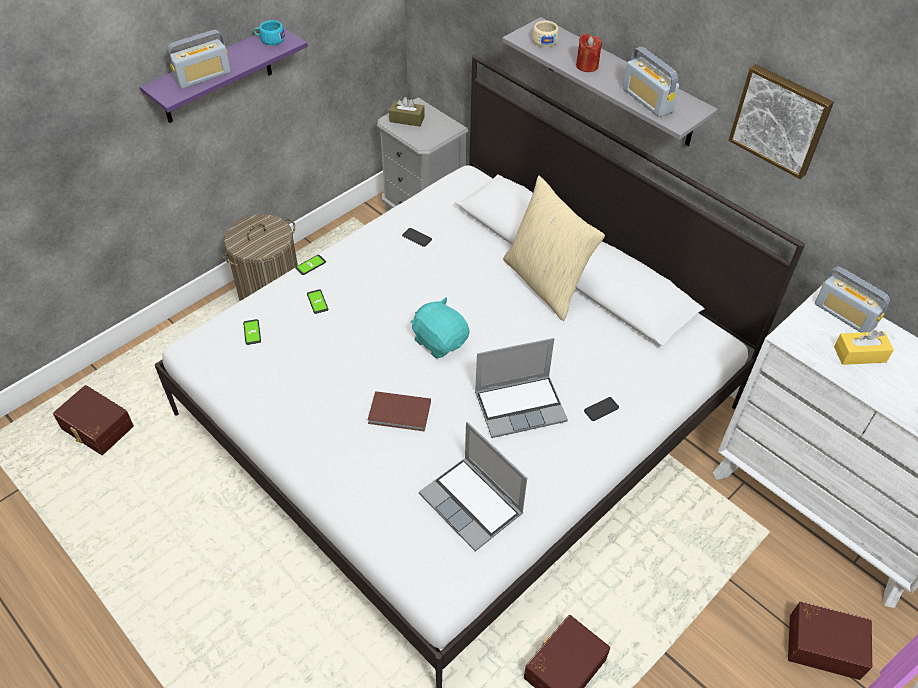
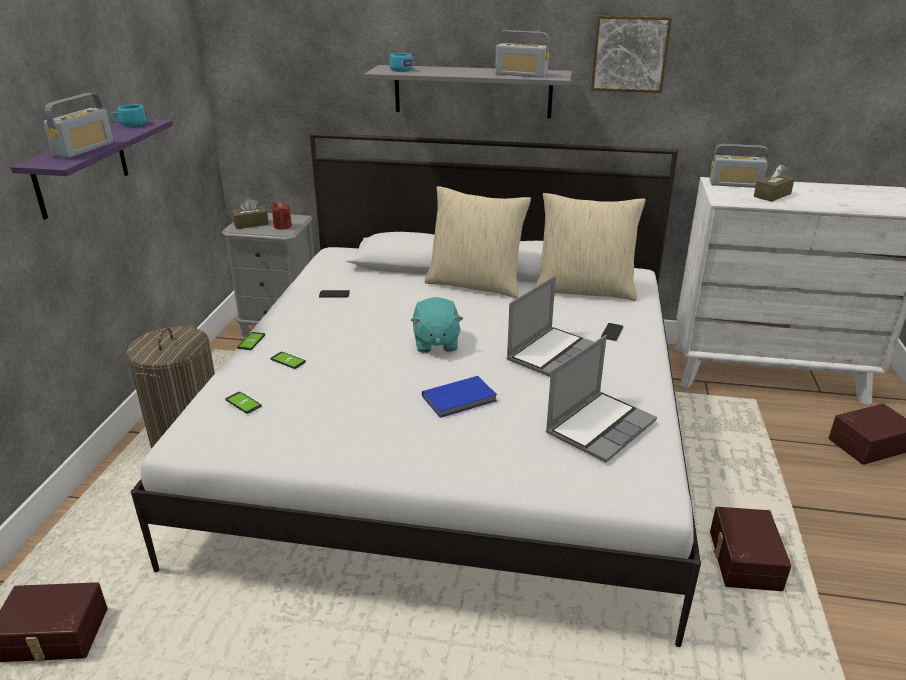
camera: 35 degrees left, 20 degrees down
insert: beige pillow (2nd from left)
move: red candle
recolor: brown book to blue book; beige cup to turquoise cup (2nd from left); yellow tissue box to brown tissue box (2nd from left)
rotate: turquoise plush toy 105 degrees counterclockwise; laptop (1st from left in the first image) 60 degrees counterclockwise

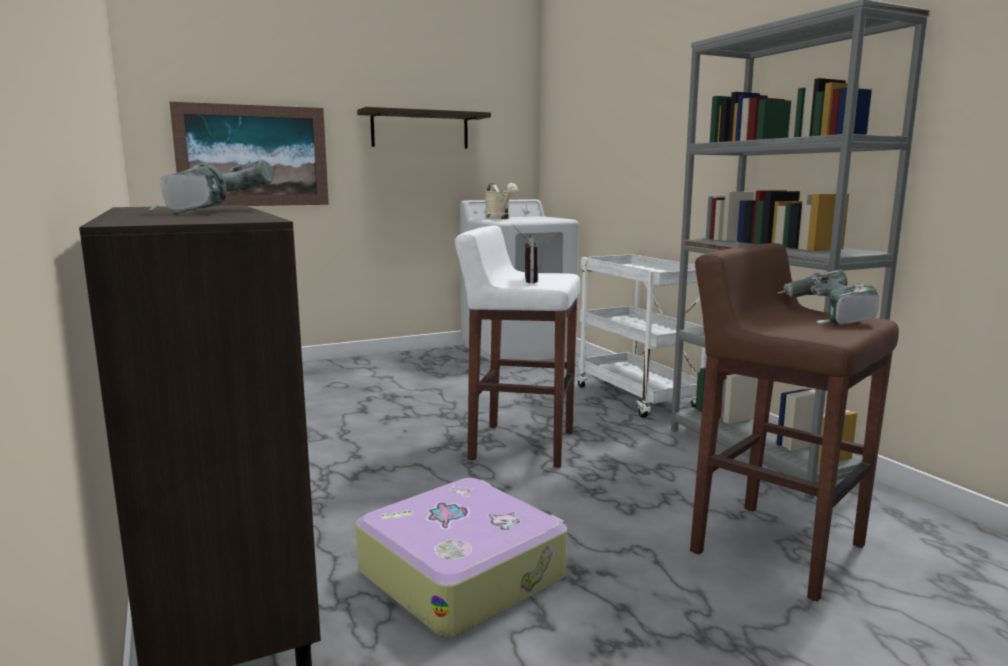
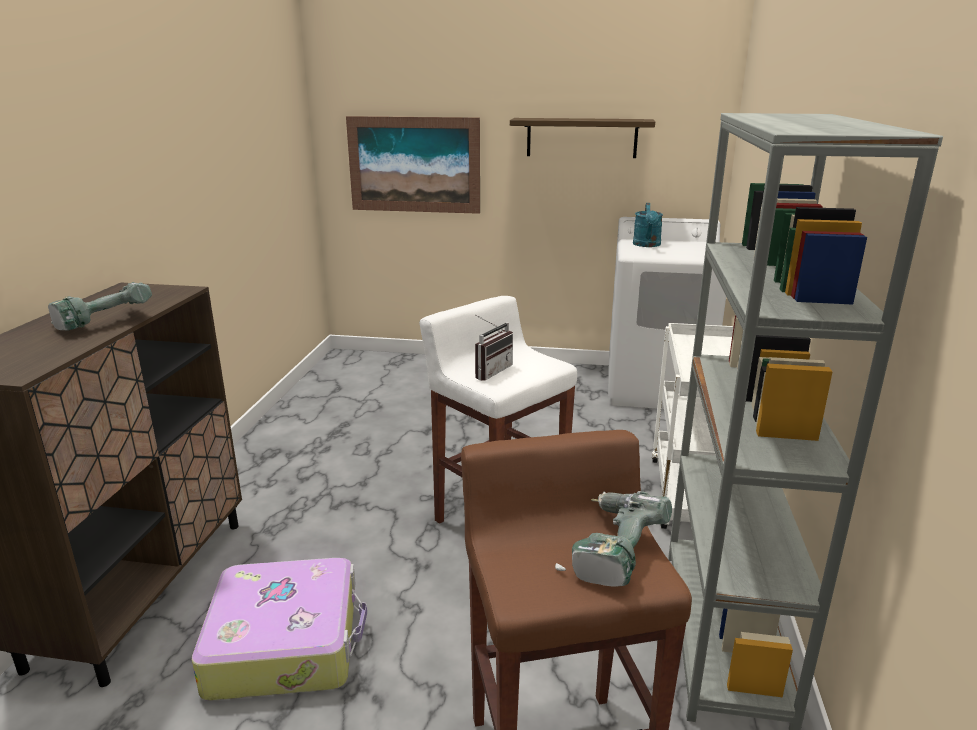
camera: 35 degrees right, 10 degrees up
recolor: beige watering can to turquoise watering can

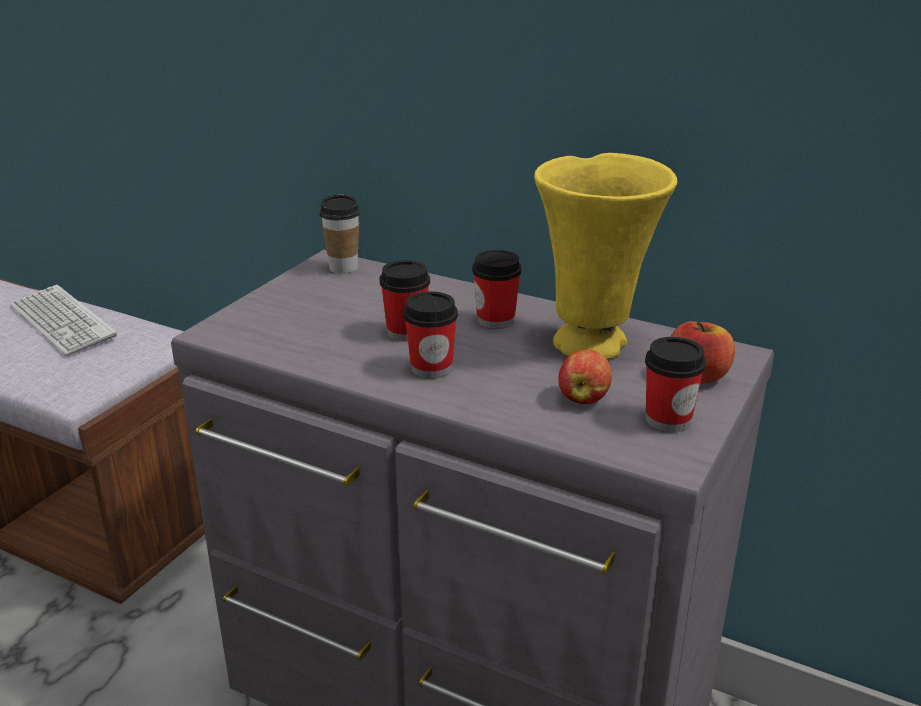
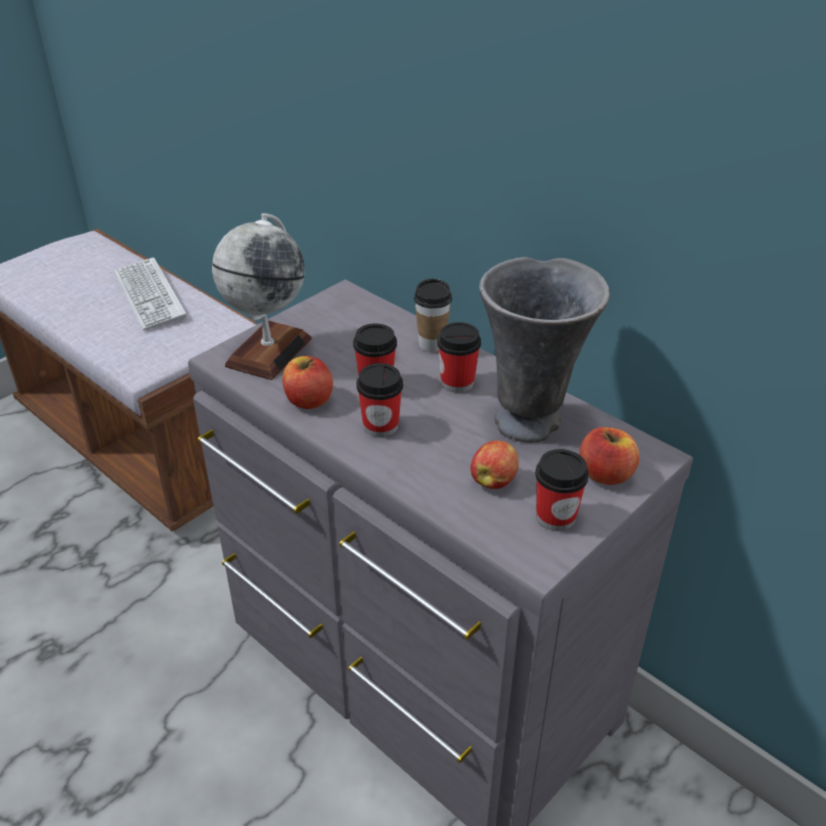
camera: 15 degrees right, 10 degrees up
insert: globe; apple (1st from left)
move: cup (1st from left in the first image) to cup (3rd from left)
recolor: yellow vase to grey vase

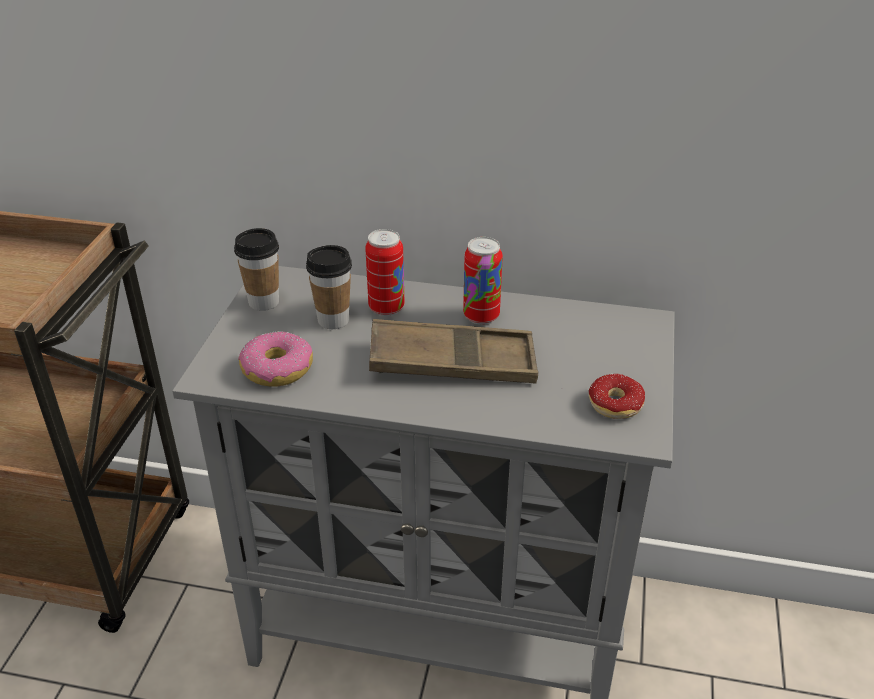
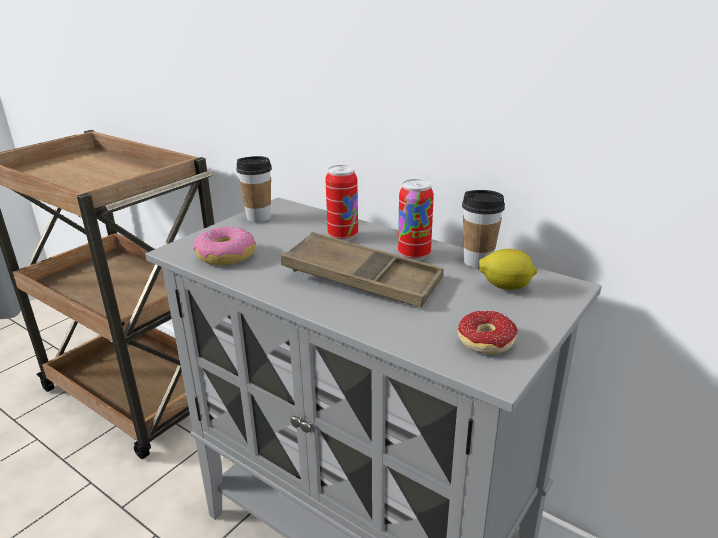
camera: 25 degrees right, 10 degrees down
insert: lemon
move: cup (2nd from left)

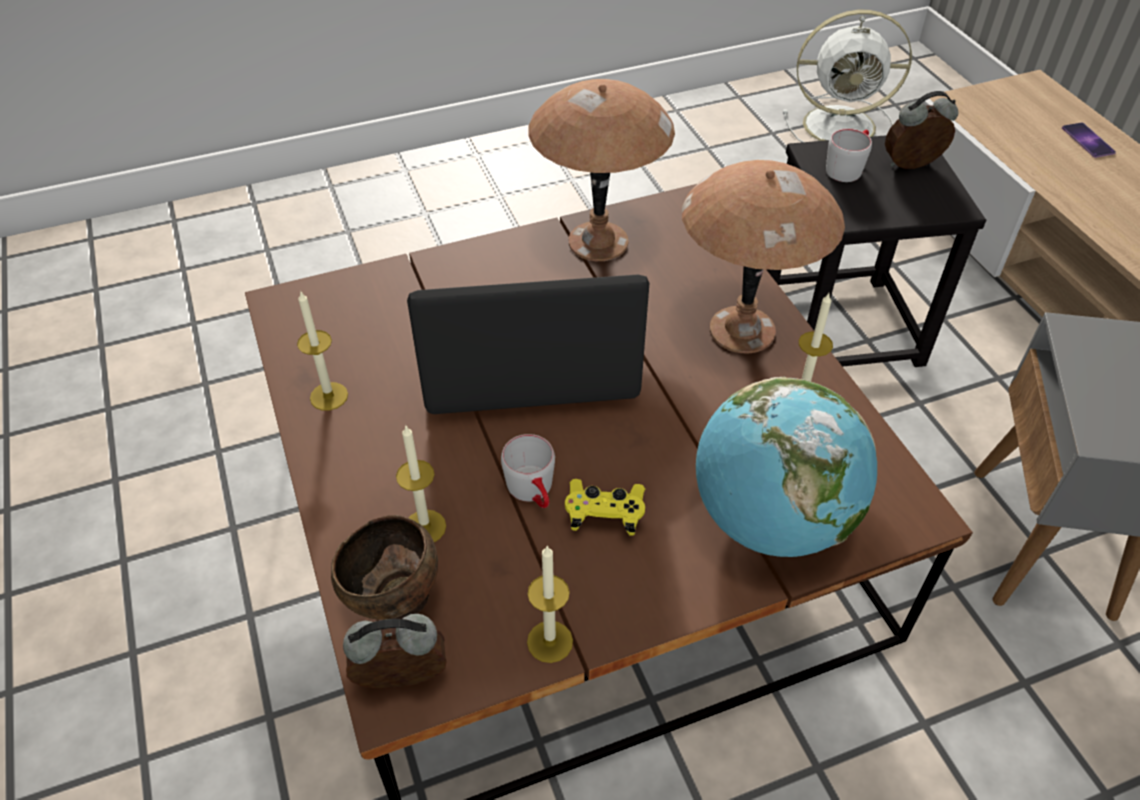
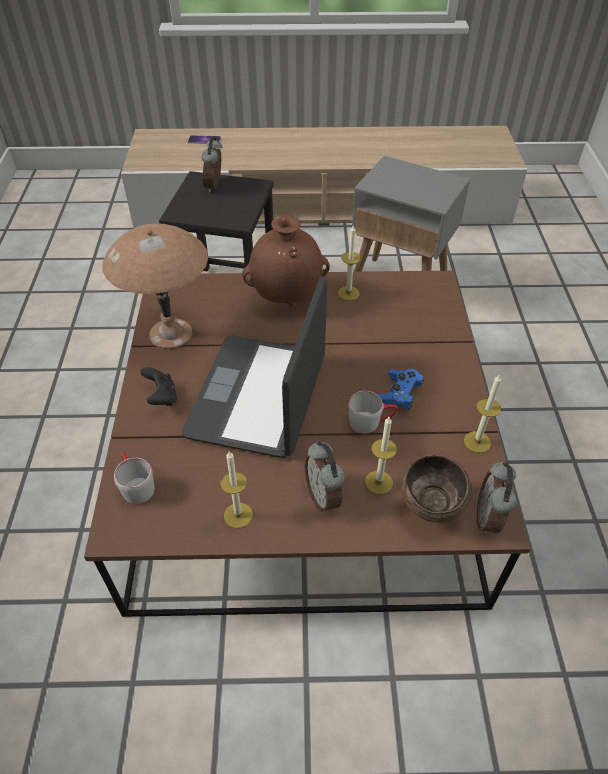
camera: 70 degrees left, 0 degrees up
delete: globe; white fan
insert: black game controller; alarm clock (2nd from left)
move: grey mug (2nd from left in the first image) to grey mug (1st from left)
replace: brown table lamp (2nd from left) to brown vase
recolor: yellow game controller to blue game controller

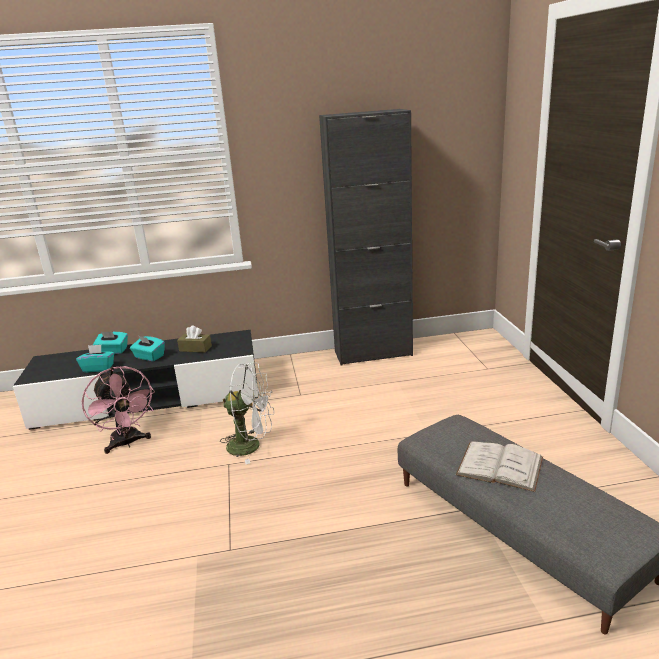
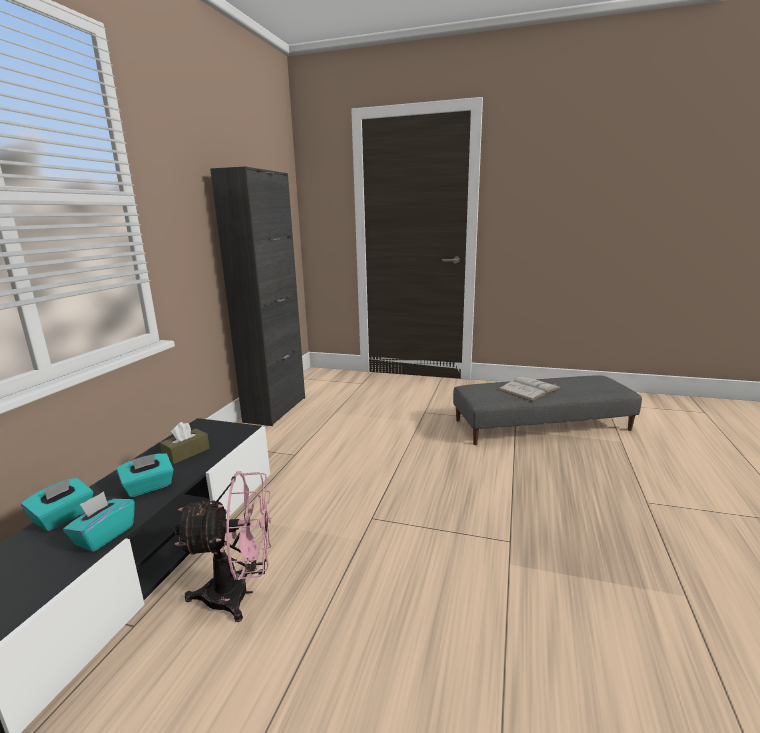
camera: 65 degrees left, 5 degrees down
delete: white fan

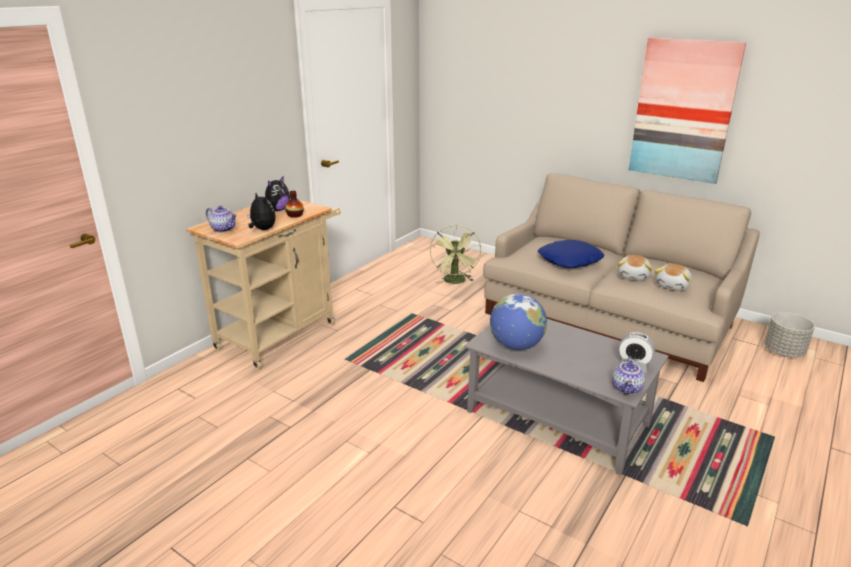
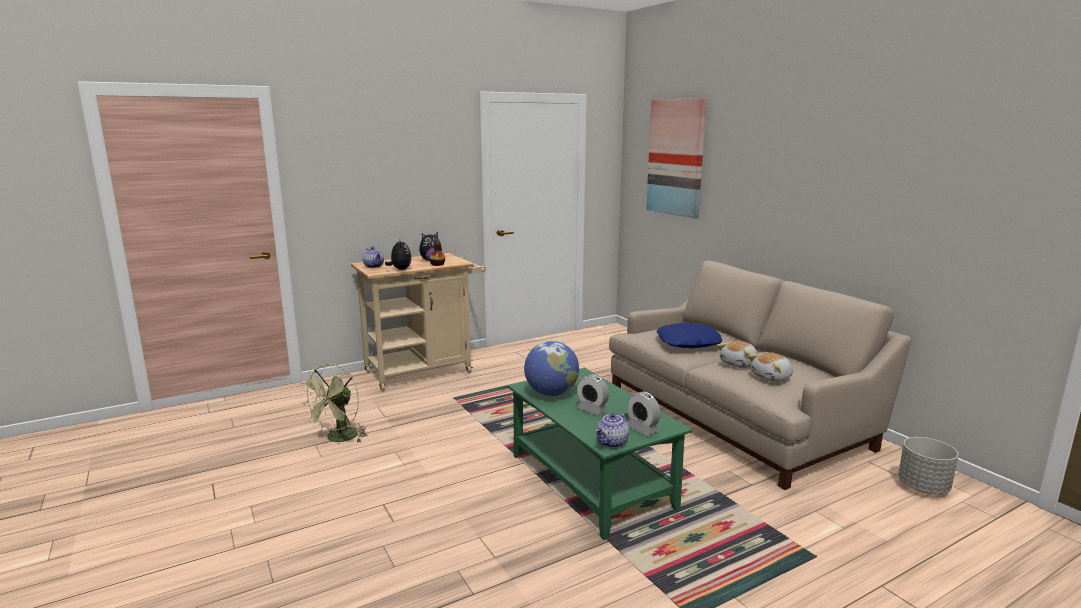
camera: 25 degrees right, 10 degrees down
insert: alarm clock (1st from left)
move: green fan; picture
recolor: grey coffee table to green coffee table

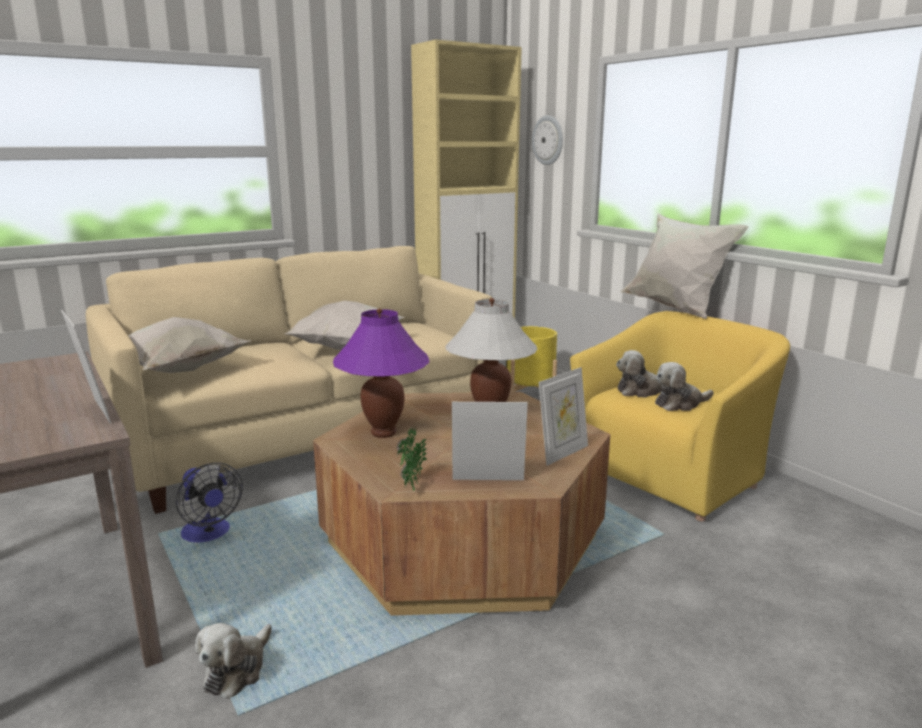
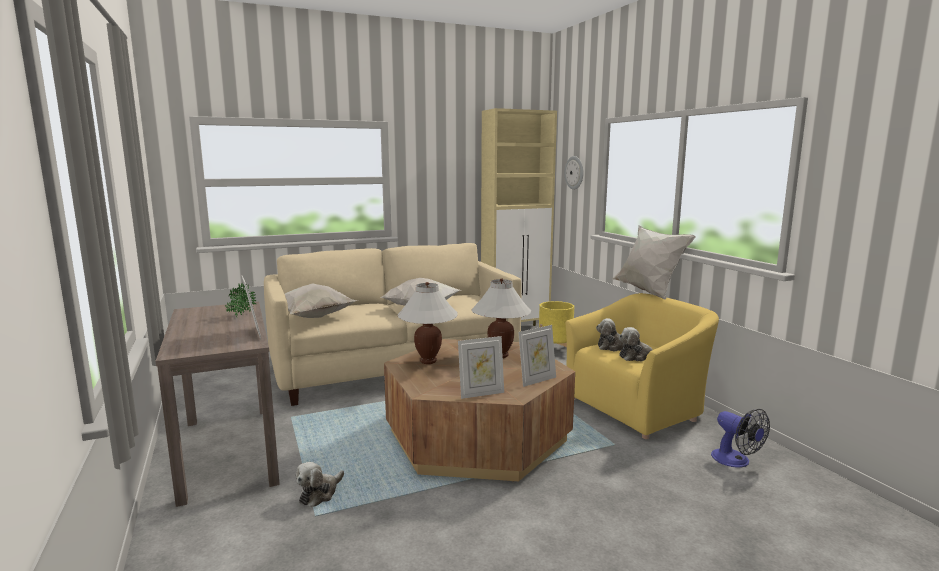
camera: 10 degrees right, 5 degrees down
move: fan; potted plant
recolor: purple table lamp to white table lamp (1st from left)
rotate: picture frame (2nd from left) 150 degrees clockwise

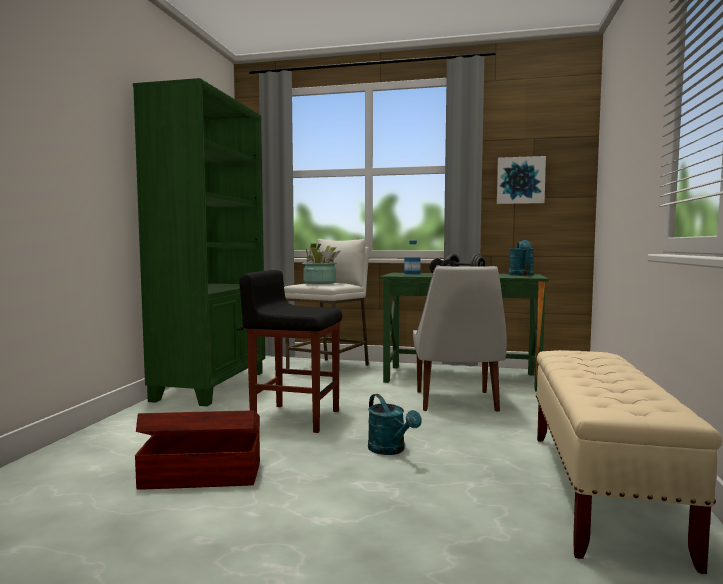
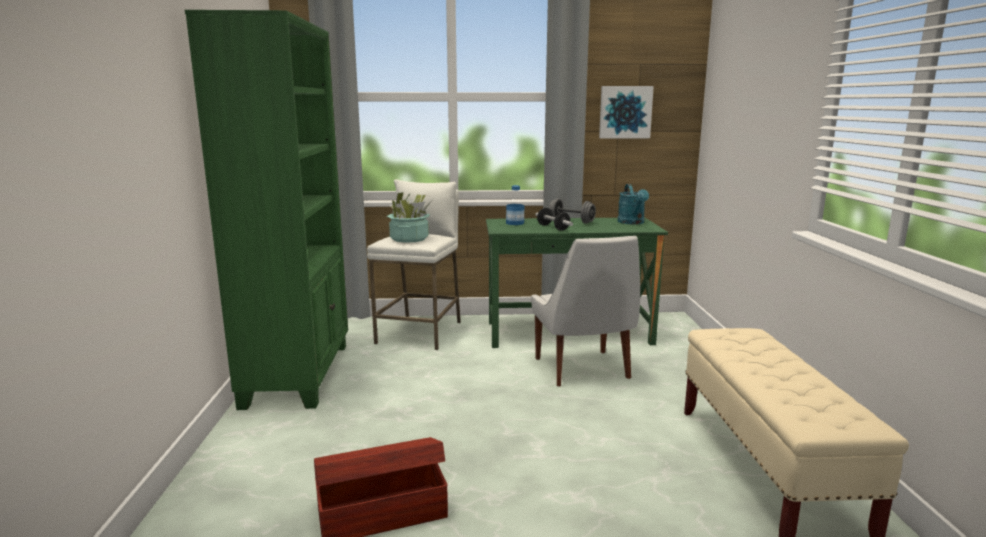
camera: 15 degrees left, 10 degrees up
delete: black stool; turquoise watering can (1st from left)

